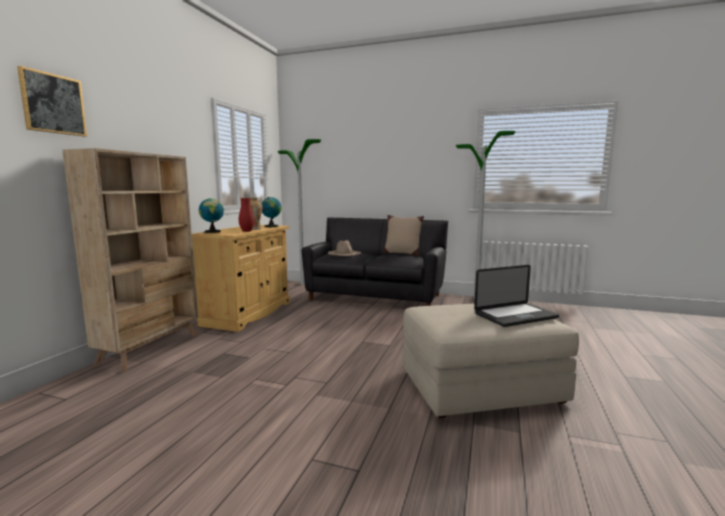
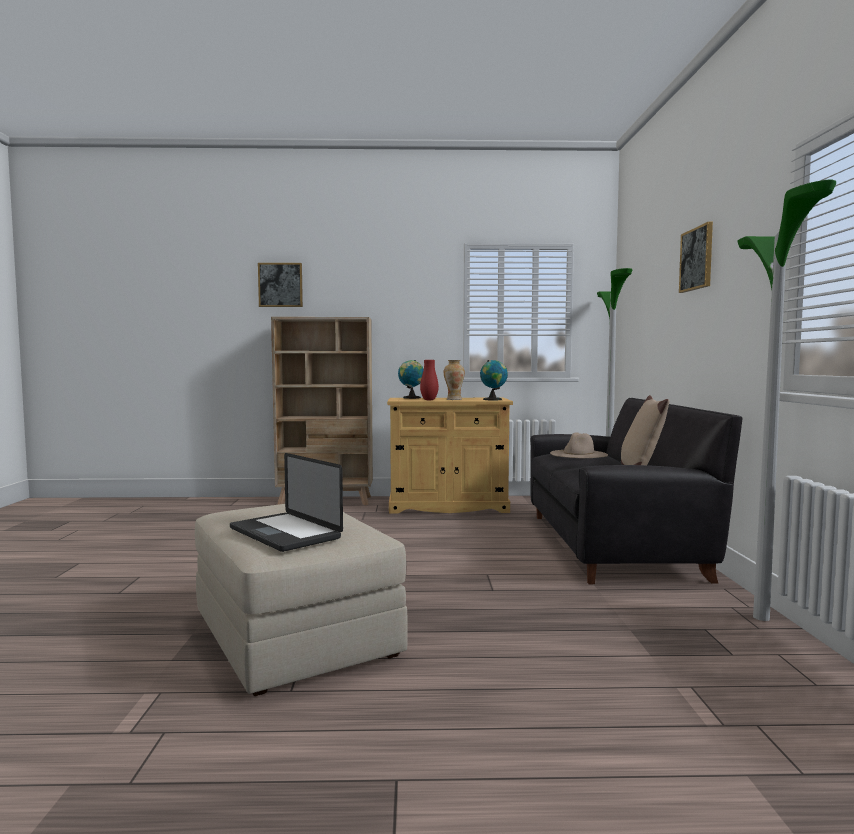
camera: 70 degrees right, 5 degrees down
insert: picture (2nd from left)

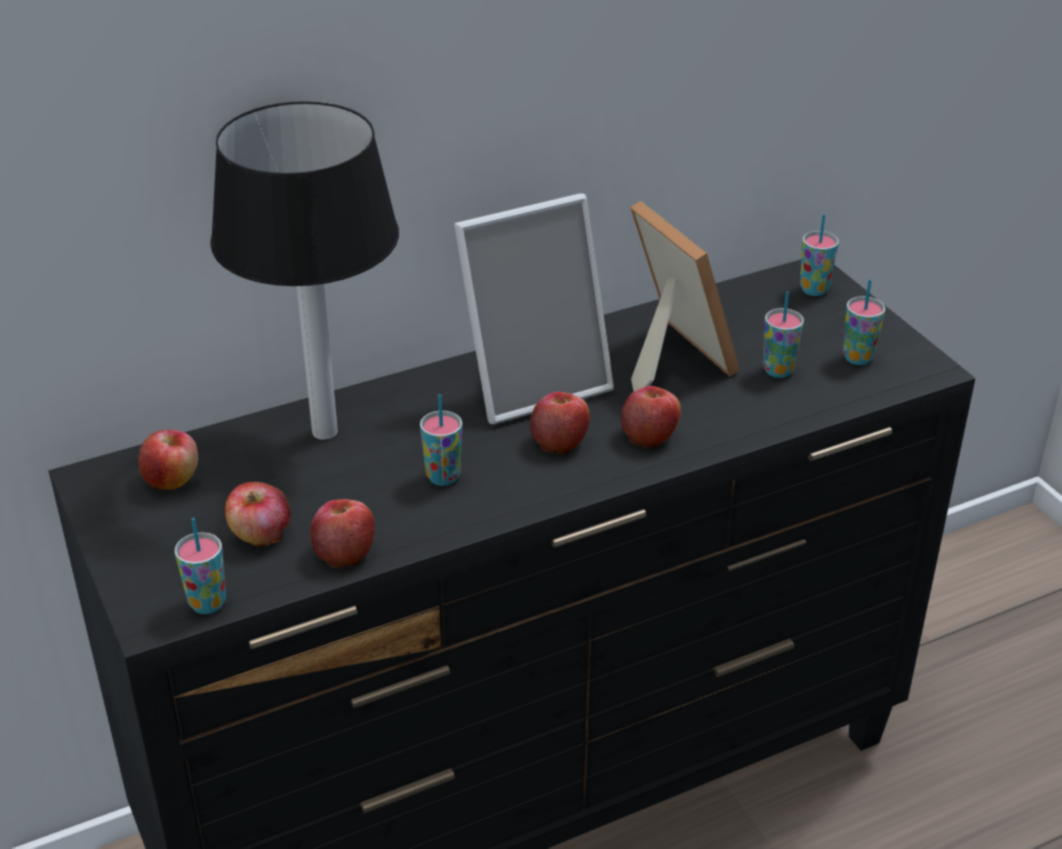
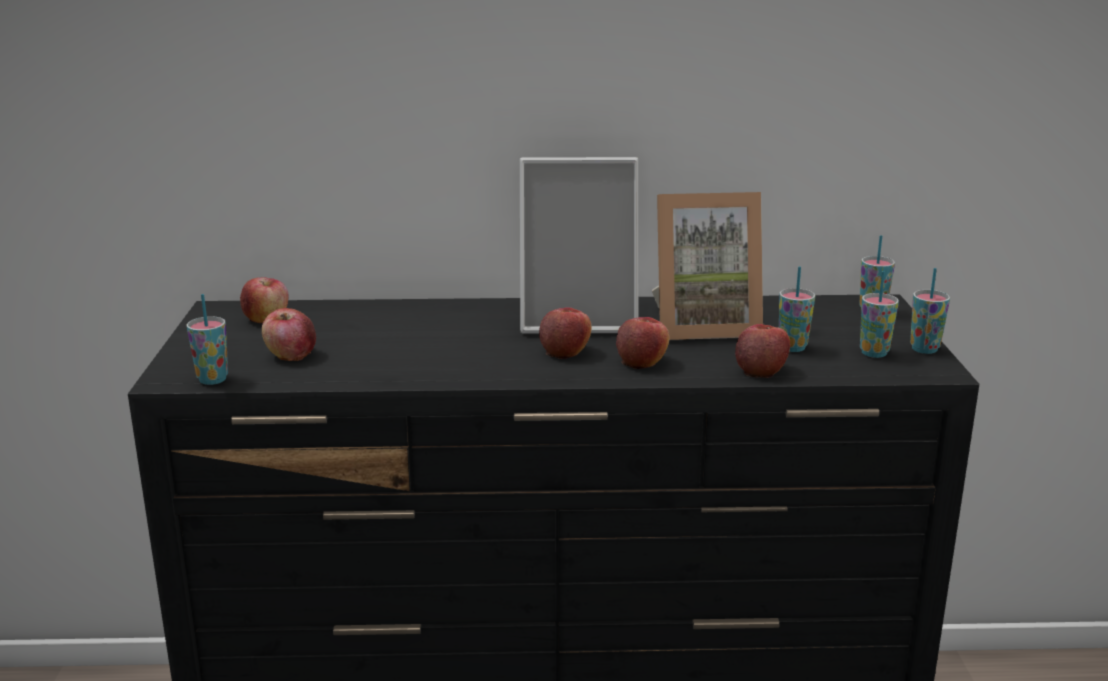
camera: 25 degrees right, 15 degrees down
delete: table lamp
move: apple (3rd from left in the first image) to apple (5th from left); cup (2nd from left in the first image) to cup (5th from left)
rotate: picture frame (2nd from left) 90 degrees clockwise

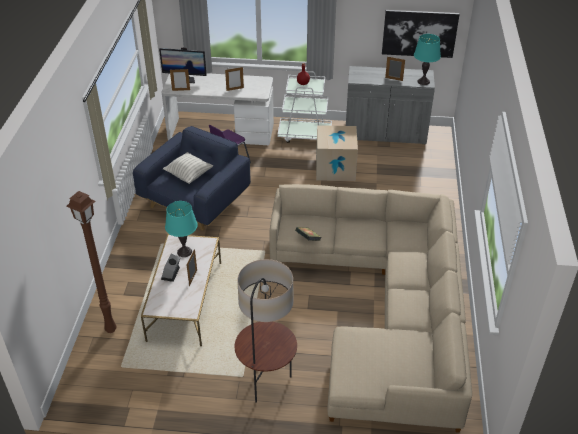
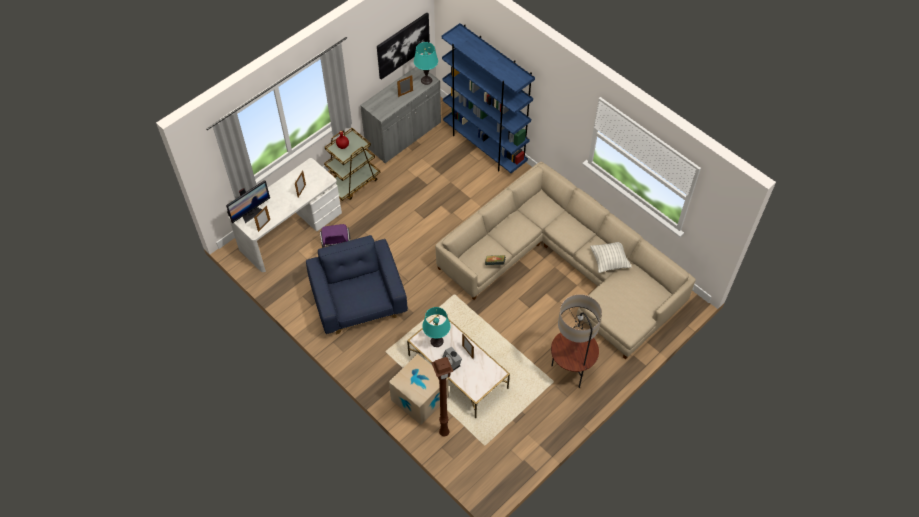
camera: 50 degrees left, 15 degrees up
insert: blue bookcase
move: pillow; cardboard box
recolor: white cart to brown cart

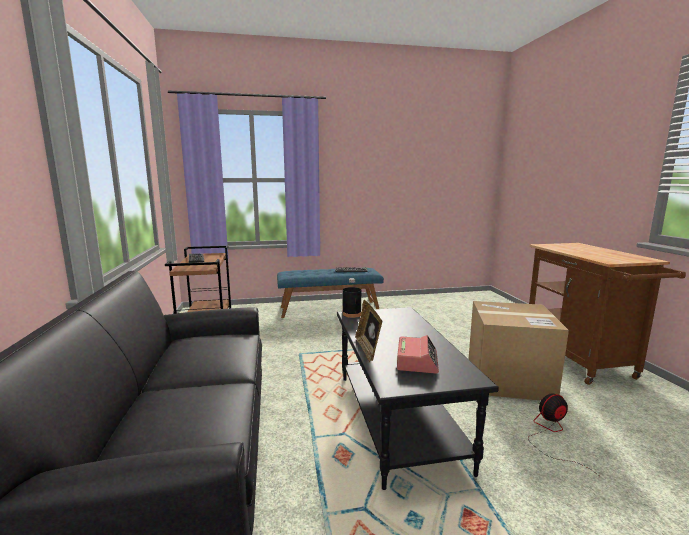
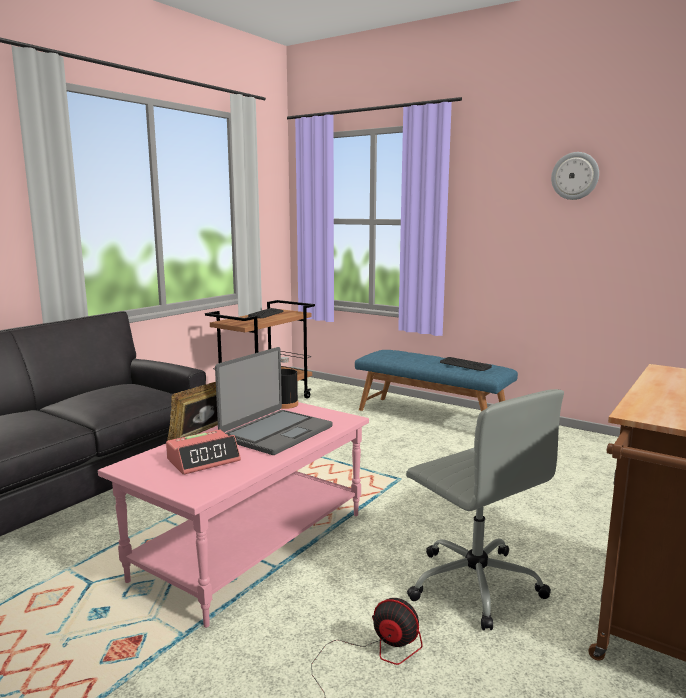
camera: 45 degrees right, 0 degrees up
insert: laptop; wall clock
replace: cardboard box to grey office chair
recolor: black coffee table to pink coffee table

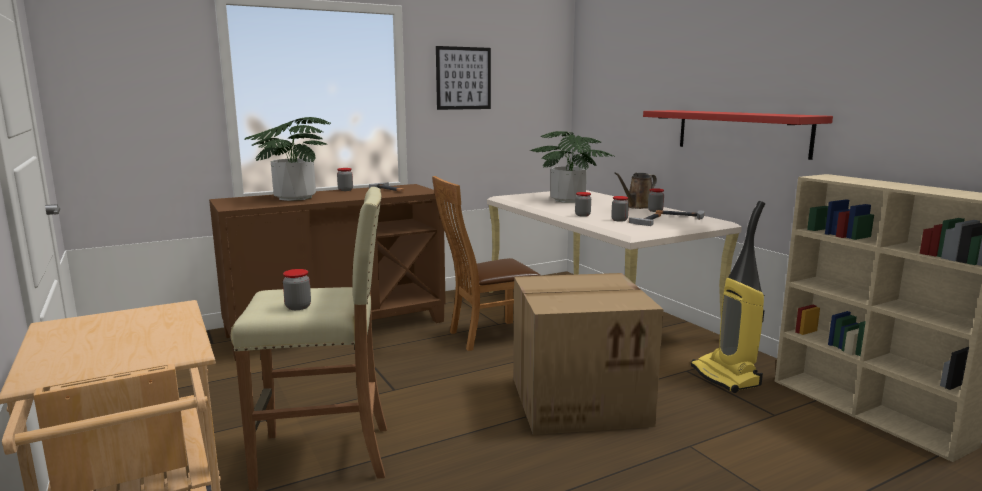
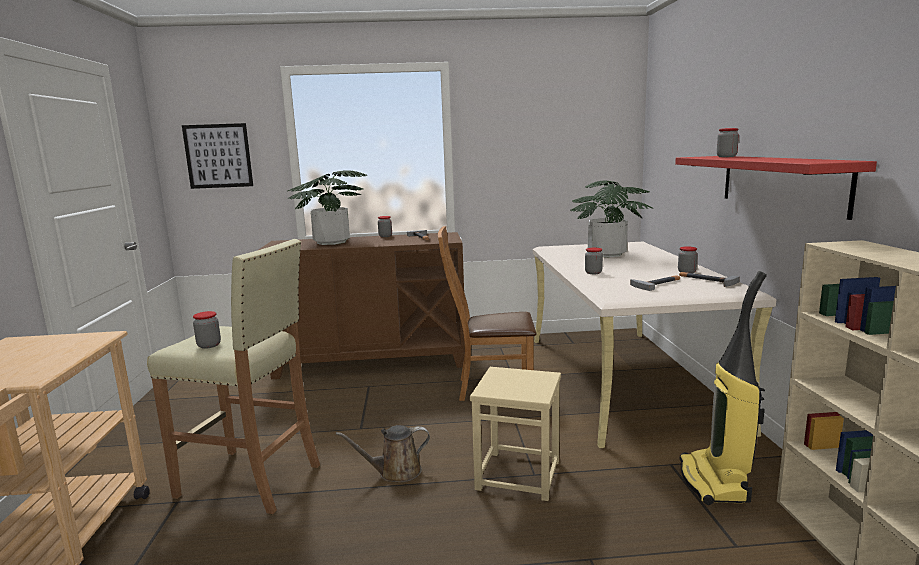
camera: 25 degrees right, 0 degrees up
move: picture; jar (4th from left in the first image) to jar (5th from left); brown watering can
replace: cardboard box to beige stool (2nd from left)

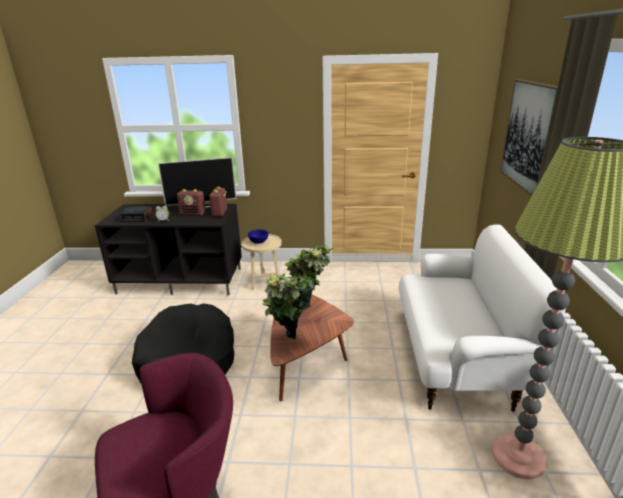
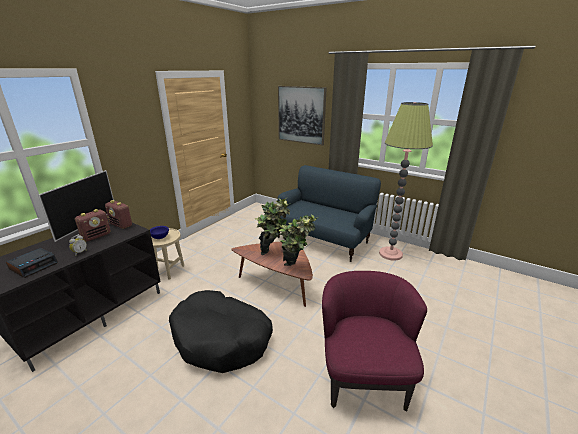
camera: 60 degrees left, 0 degrees up
recolor: white sofa to blue sofa

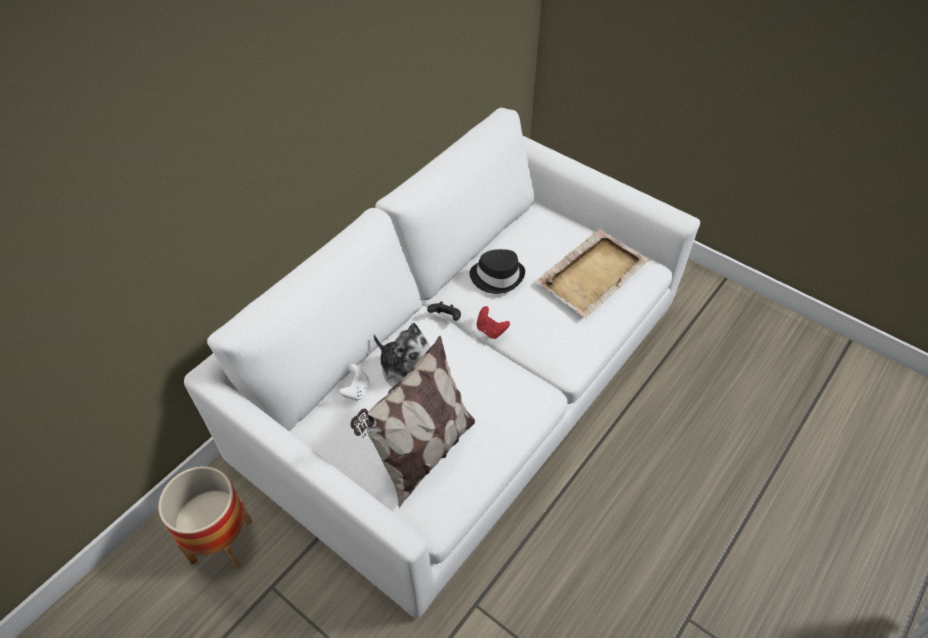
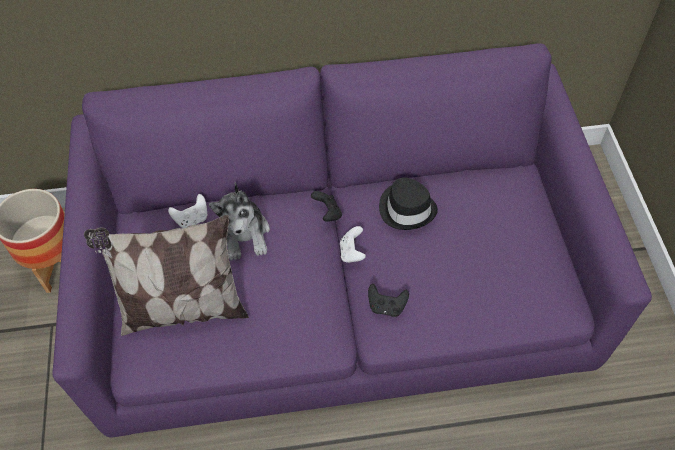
camera: 45 degrees right, 5 degrees up
delete: beige tray
insert: black game controller (2nd from left)
recolor: white sofa to purple sofa; red game controller to white game controller (2nd from left)

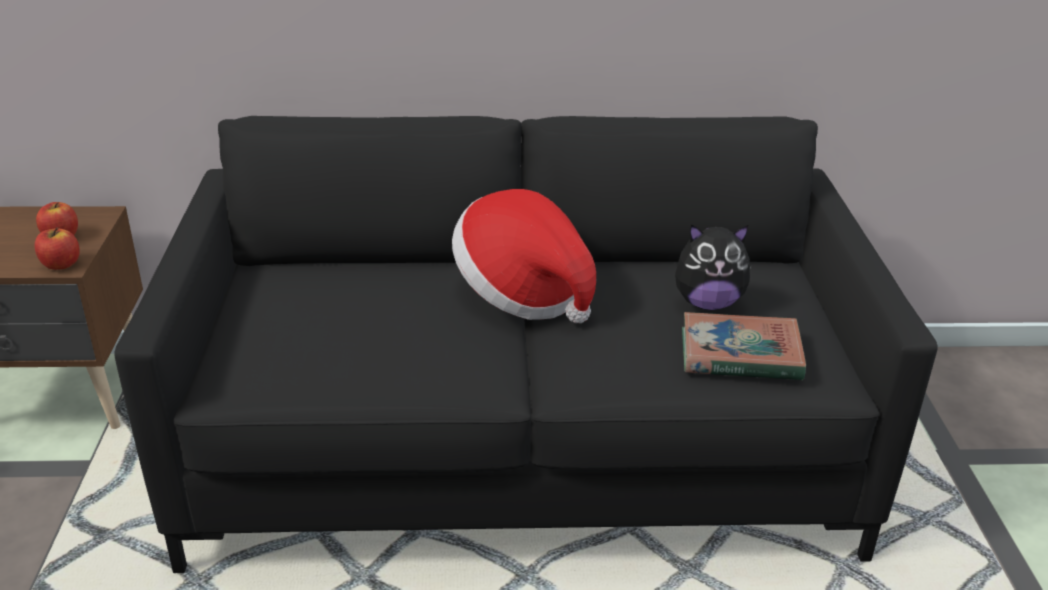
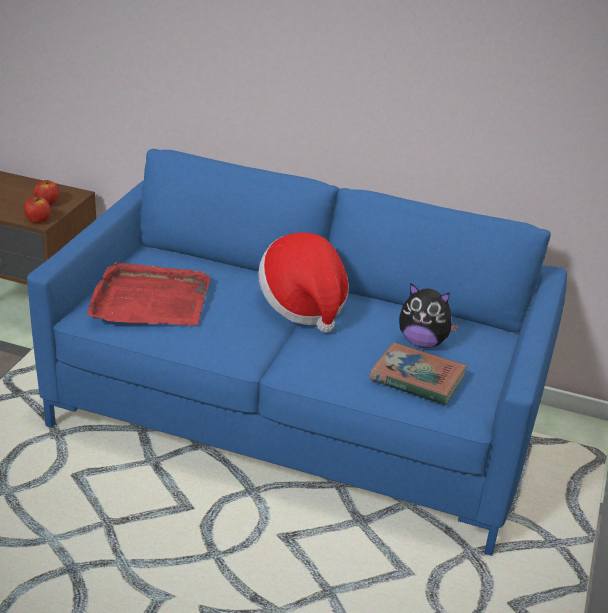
camera: 20 degrees right, 0 degrees up
insert: red tray
recolor: black sofa to blue sofa

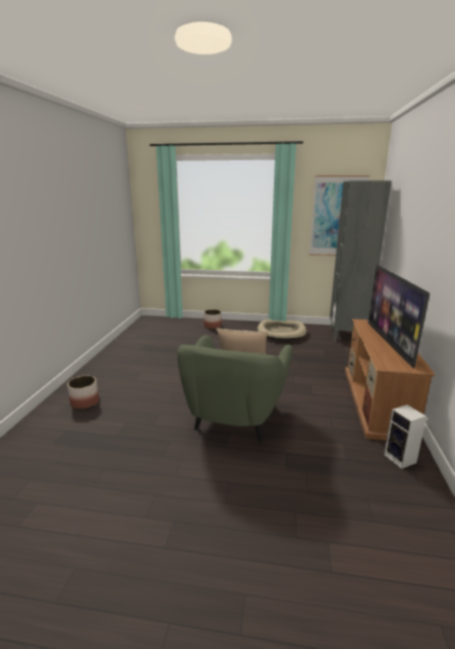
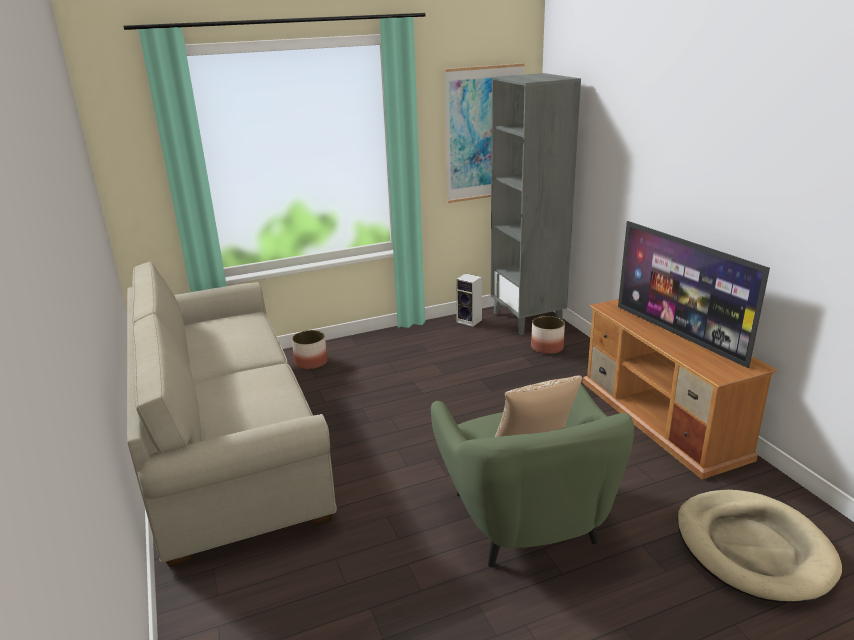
camera: 30 degrees left, 5 degrees up
insert: beige sofa
move: planter (1st from left in the first image) to planter (2nd from left); beige dog bed; speaker

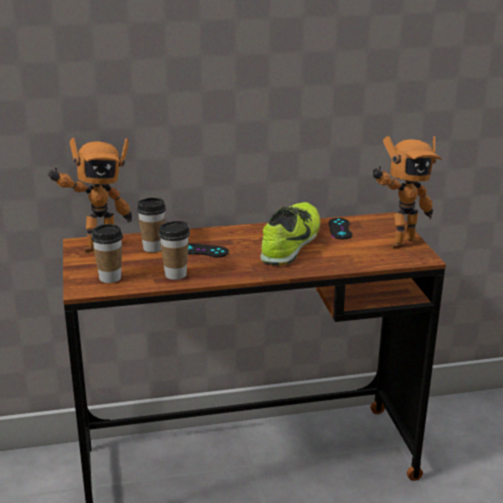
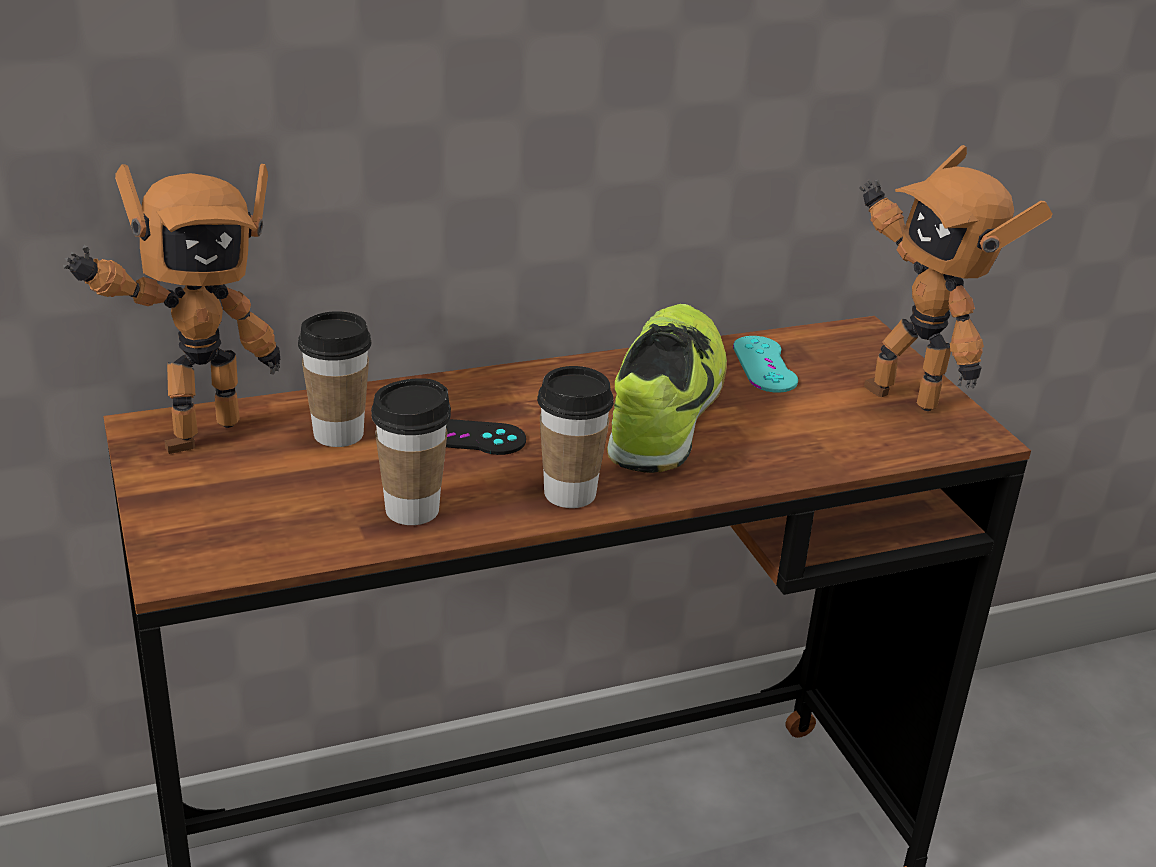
camera: 10 degrees left, 5 degrees up
move: cup (1st from left in the first image) to cup (3rd from left)
recolor: black game controller (2nd from left) to turquoise game controller
rotate: toy robot (2nd from left) 90 degrees clockwise

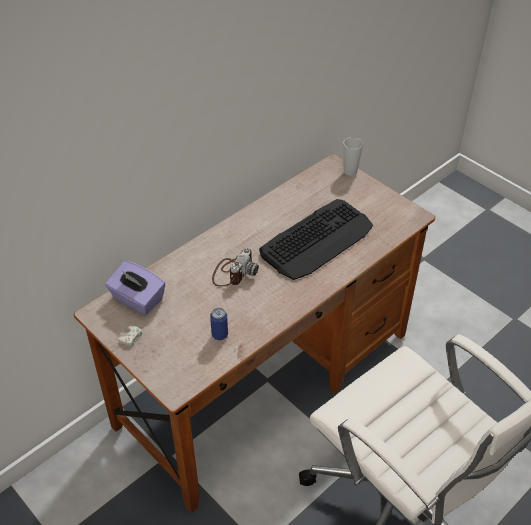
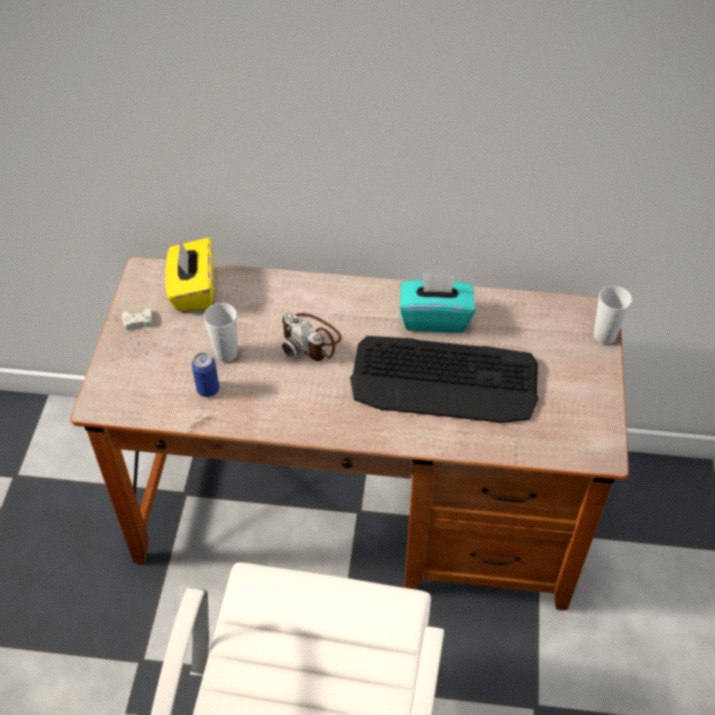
camera: 50 degrees right, 5 degrees up
insert: cup (1st from left); turquoise tissue box
recolor: purple tissue box to yellow tissue box
rotate: photo camera 60 degrees clockwise

